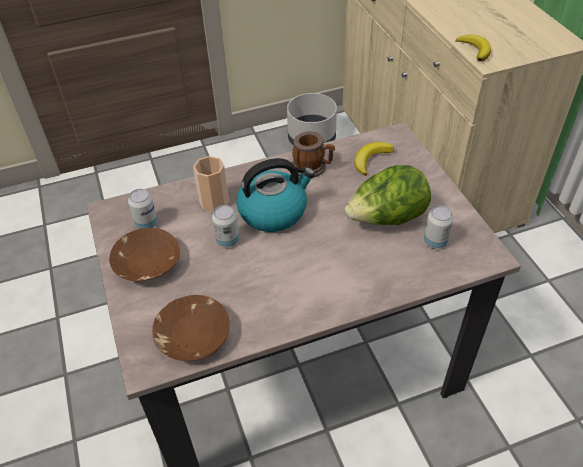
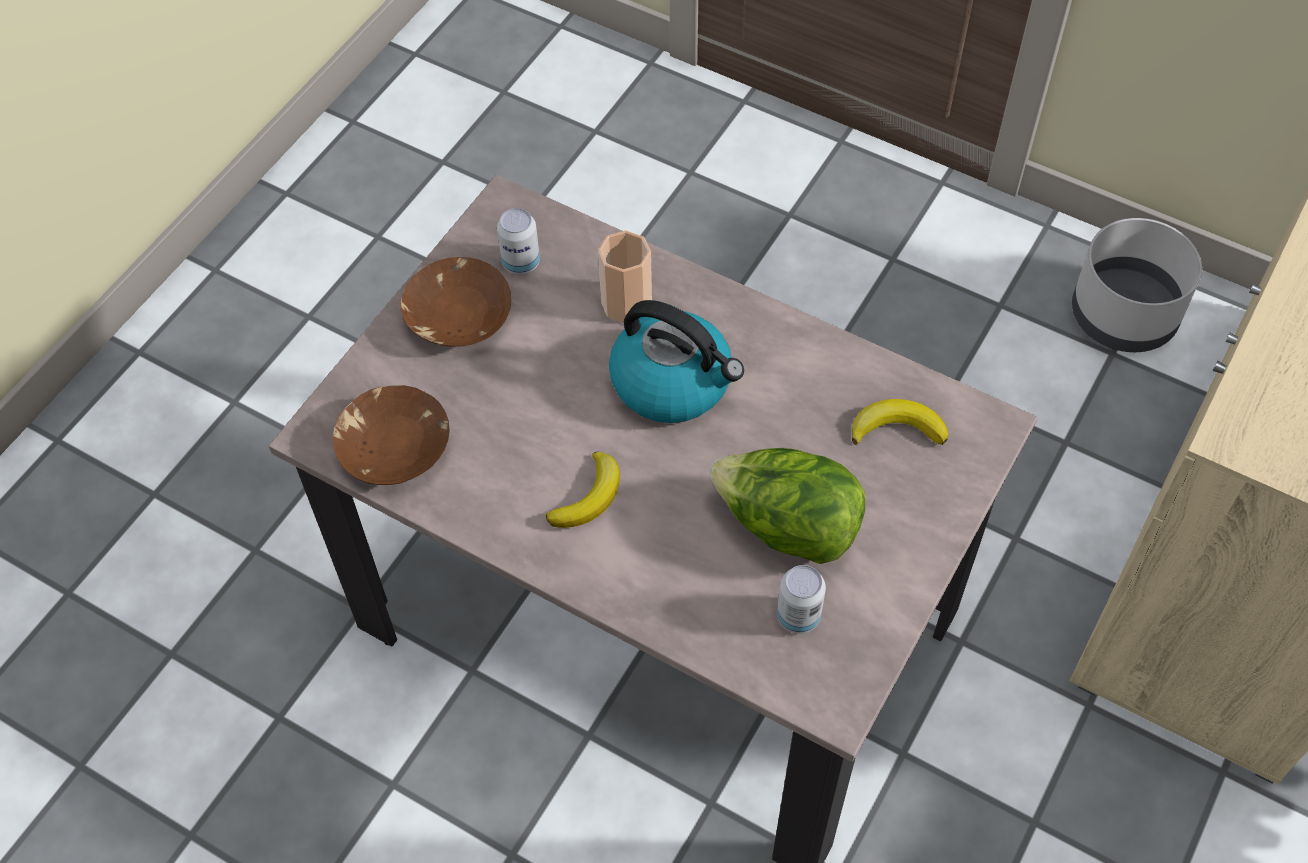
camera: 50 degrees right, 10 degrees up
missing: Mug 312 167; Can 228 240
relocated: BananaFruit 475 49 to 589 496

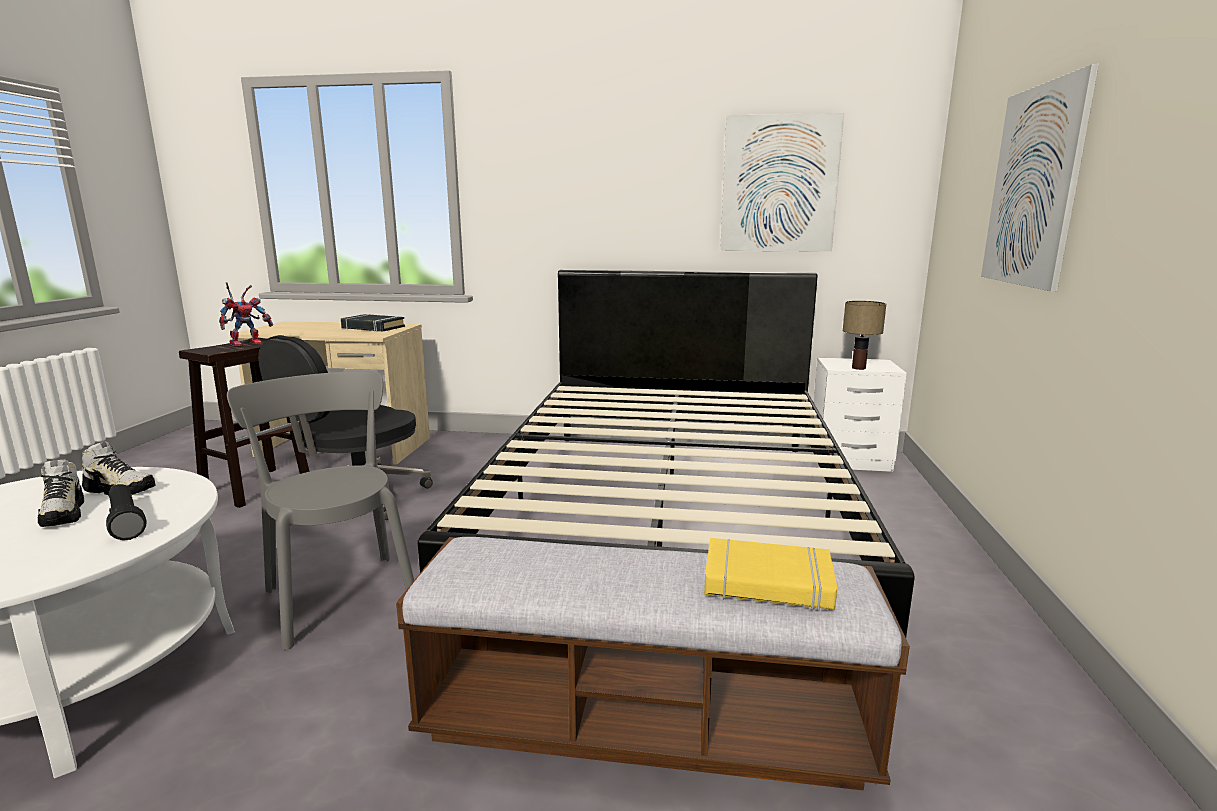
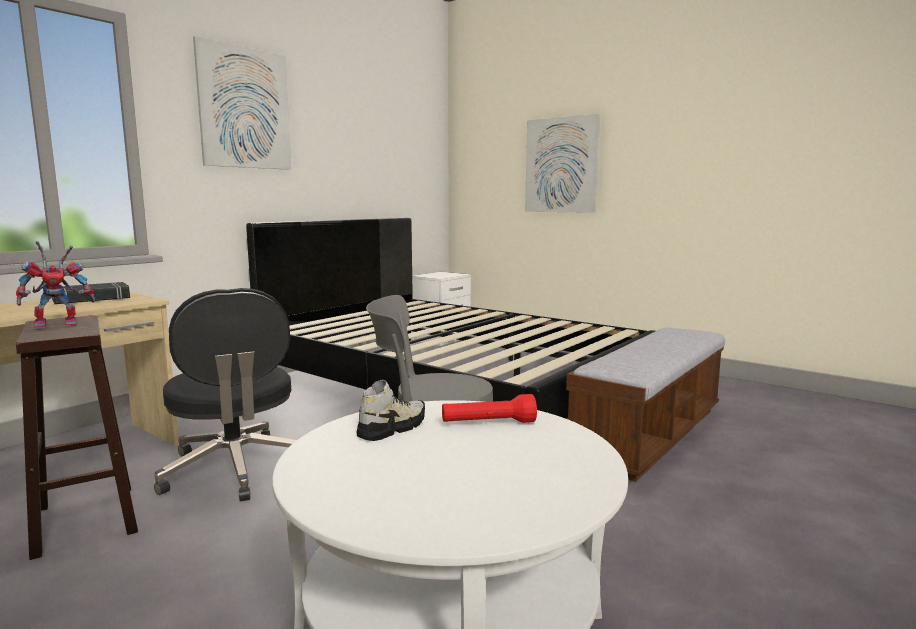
camera: 60 degrees left, 5 degrees down
missing: LampForATable 859 368; ItemOfFootwear 64 514; YellowColouredBoundBook 767 583
relocated: WallArt 779 184 to 245 108
colour: BlackColouredFlashlight 126 521 to RedColouredFlashlight 488 423
spun: RobotFigure 247 343 = 60 324 75 degrees clockwise

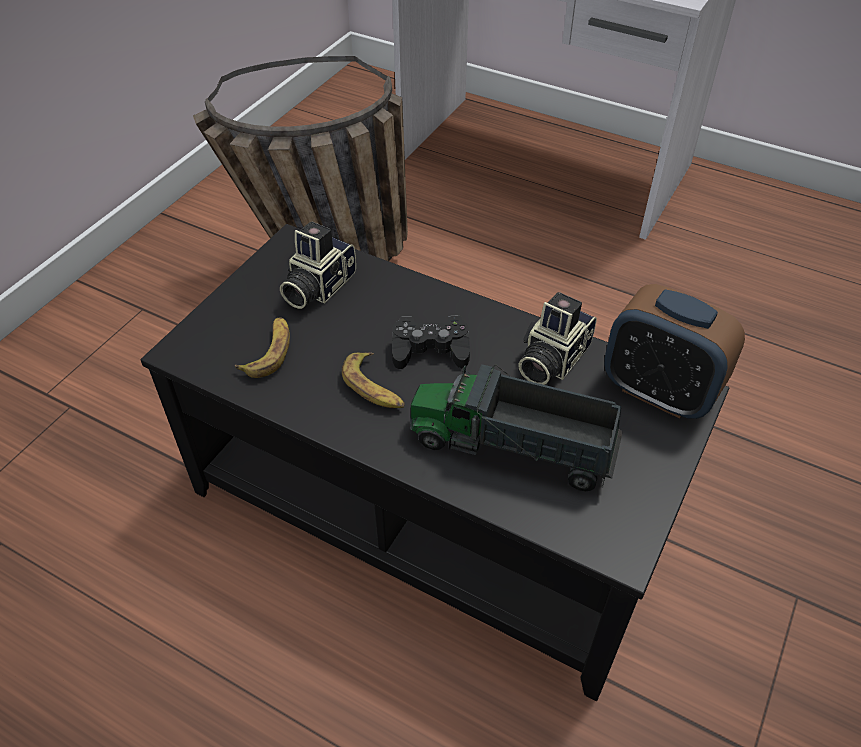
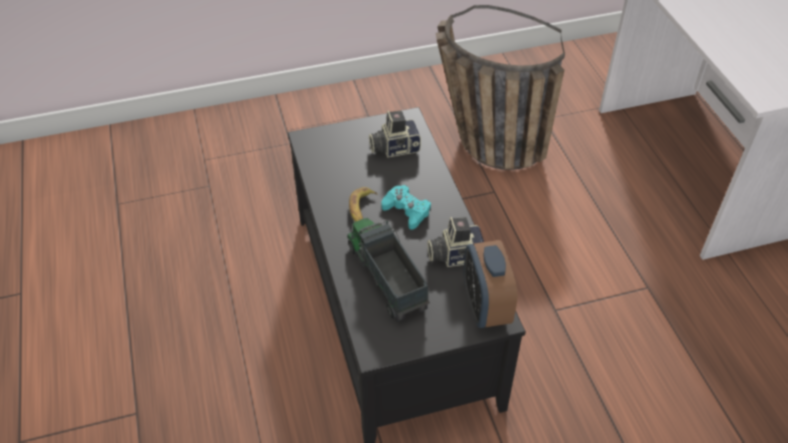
camera: 45 degrees right, 0 degrees up
missing: BananaFruit 269 352
colour: BlackColouredJoypad 430 349 to TurquoiseColouredJoypad 406 211

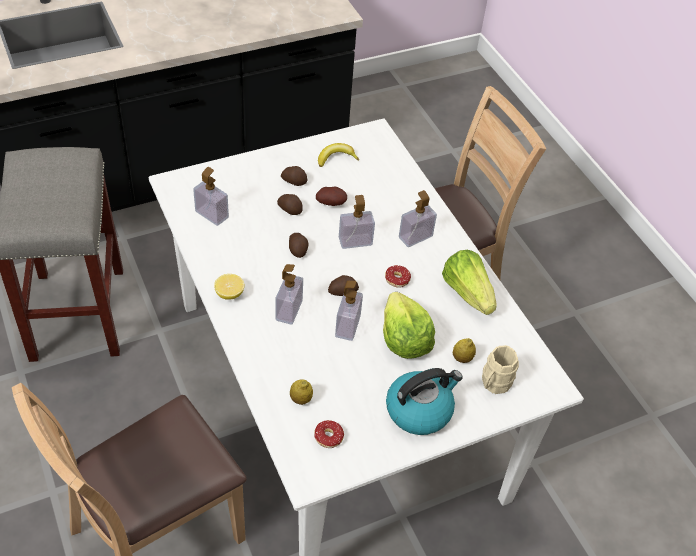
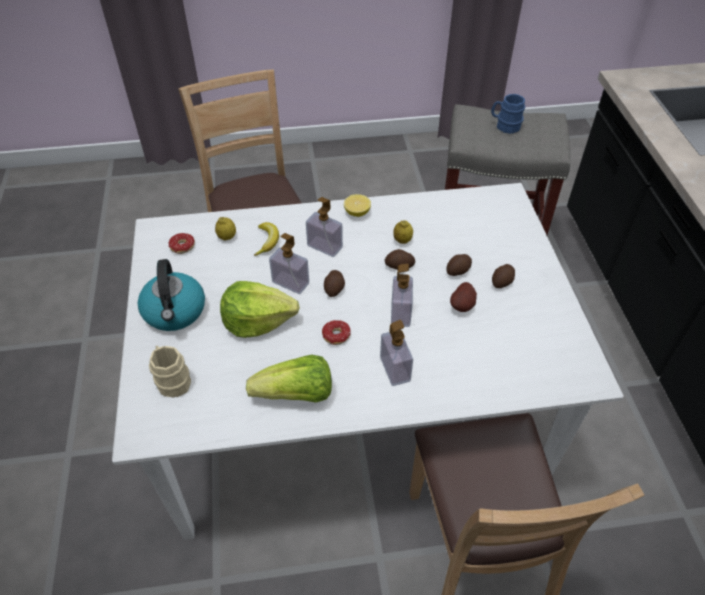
camera: 110 degrees right, 0 degrees up
missing: SoapDispenser 212 214
appeared: BlueMug 505 126
relocated: BananaFruit 336 158 to 267 241; Lemon 462 358 to 402 240

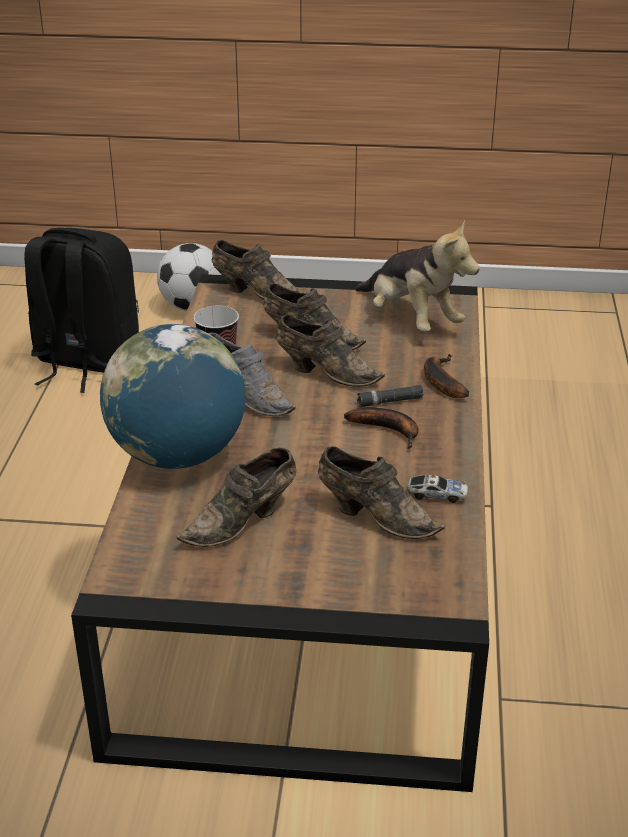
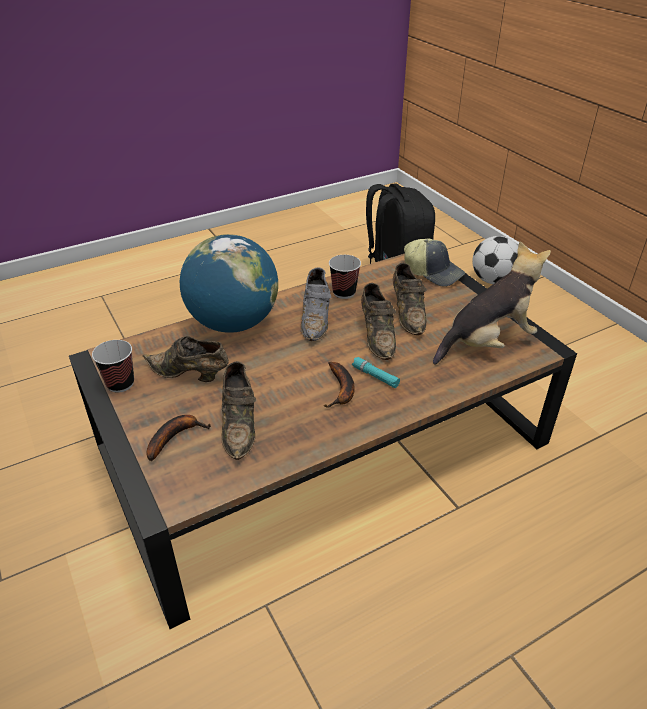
camera: 55 degrees right, 5 degrees up
missing: ModelCar 437 495
appeared: SmallCup 120 384
relocated: BananaFruit 440 381 to 175 437
exchanged: BrownItemOfFootwear 256 292 to BaseballCap 433 272
colour: BlackColouredFlashlight 390 401 to TurquoiseColouredFlashlight 375 376
spun: SoftToy 411 319 = 487 342 135 degrees counterclockwise

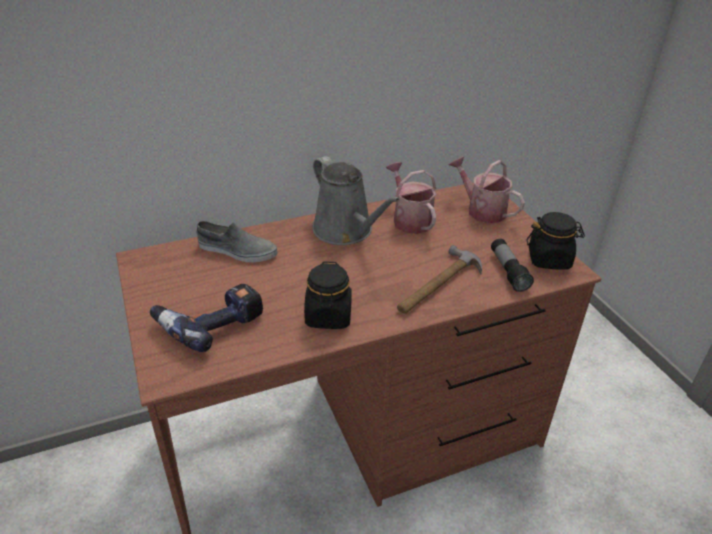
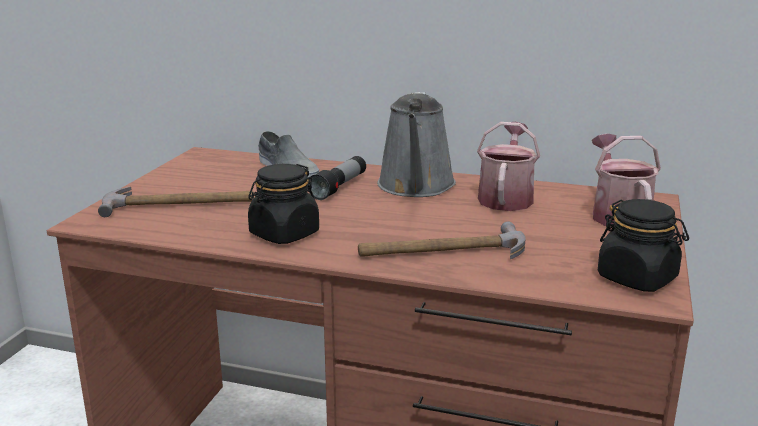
camera: 40 degrees right, 15 degrees down
relocated: Flashlight 508 271 to 339 187
exchanged: ElectricDrill 210 322 to HandHammer 180 204

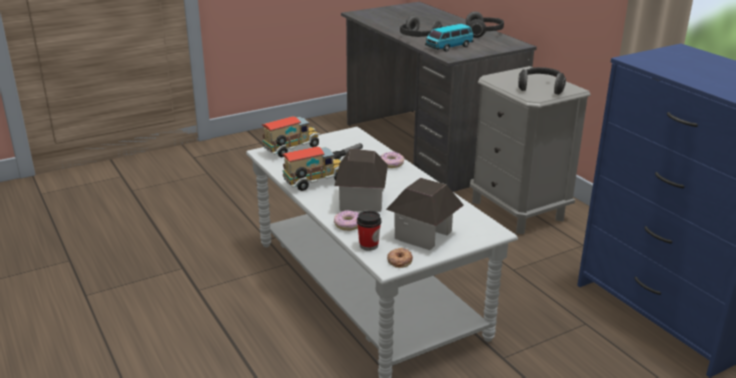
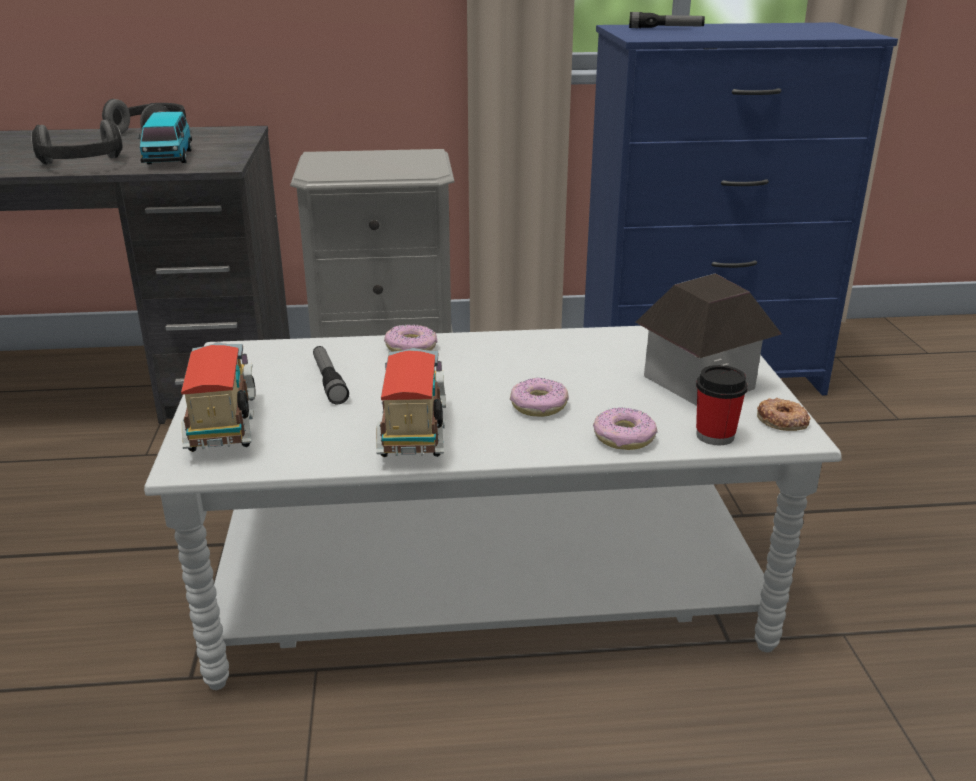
camera: 65 degrees left, 0 degrees up
missing: Headset 541 88
appeared: Flashlight 666 28
exchanged: ModelHouse 361 201 to Doughnut 538 406

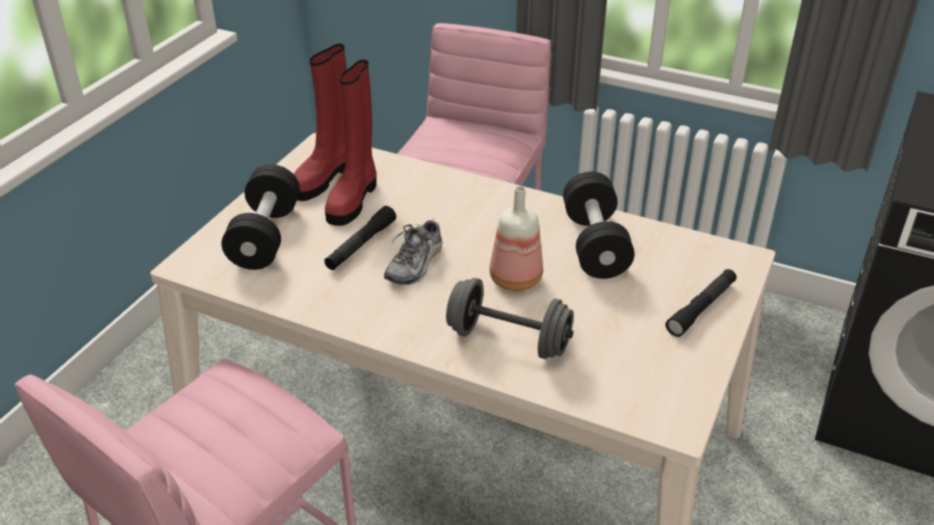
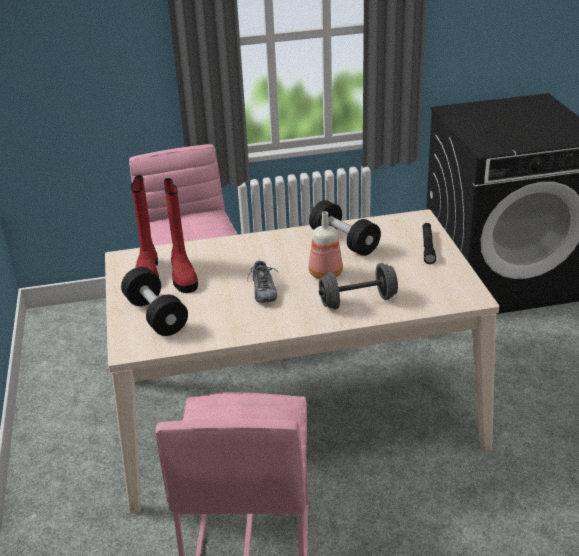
camera: 35 degrees left, 5 degrees down
missing: BlackColouredFlashlight 361 245

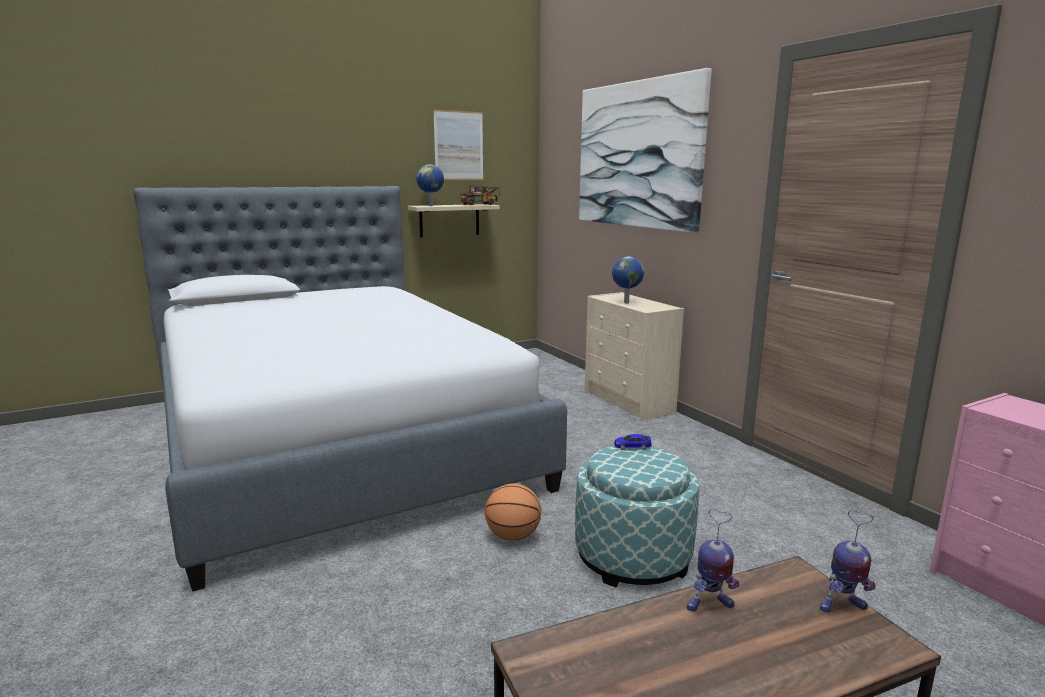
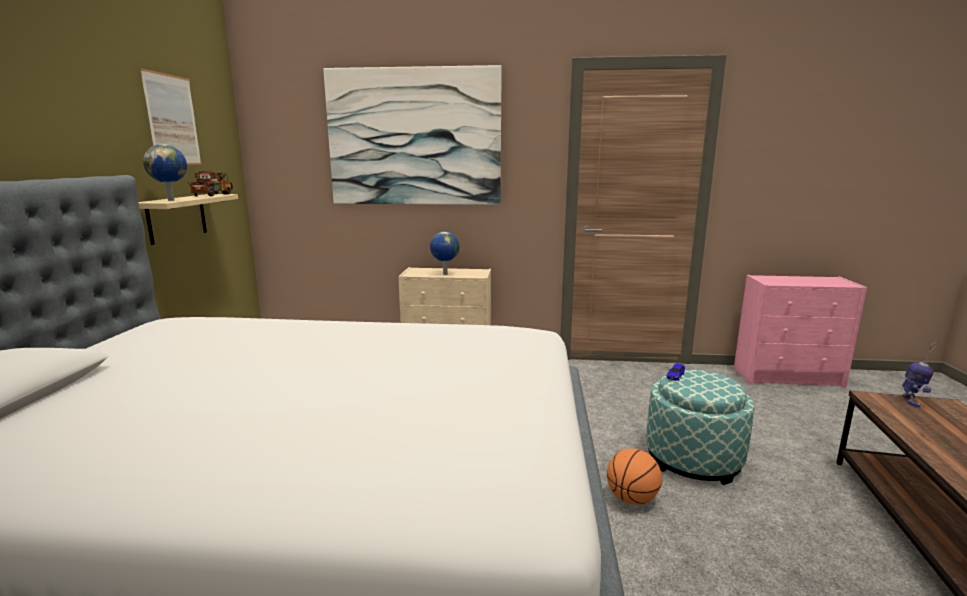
camera: 55 degrees left, 0 degrees up
missing: RobotFigure 709 605

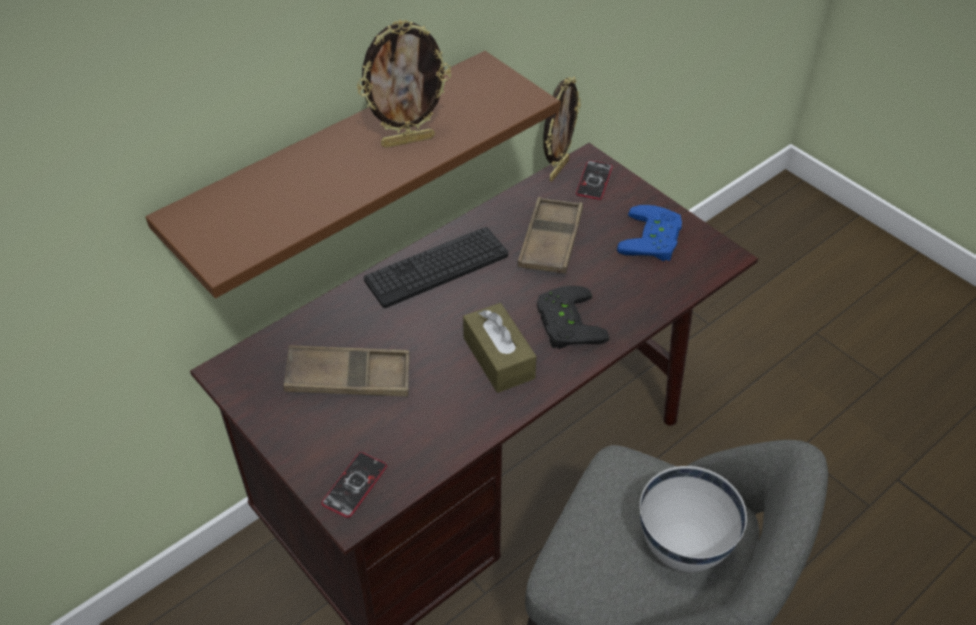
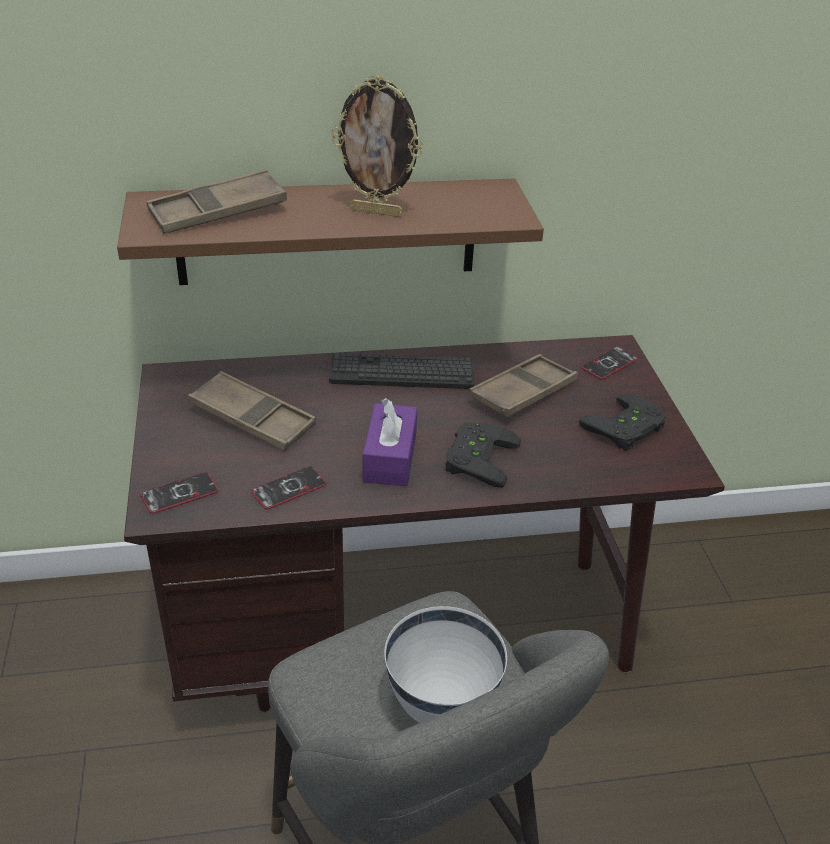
camera: 30 degrees right, 10 degrees down
missing: StandingFrame 557 169
appeared: BrownServingTray 218 212; Telephone 289 489
colour: BlueJoypad 654 239 to BlackColouredJoypad 627 429; BrownTissueHolder 498 358 to PurpleTissueHolder 390 458

